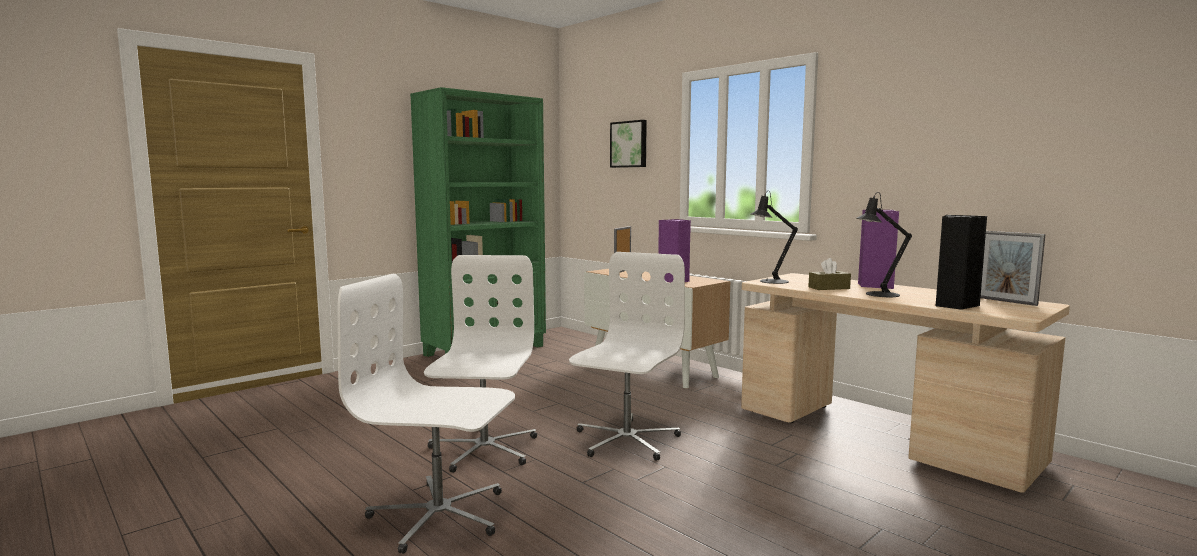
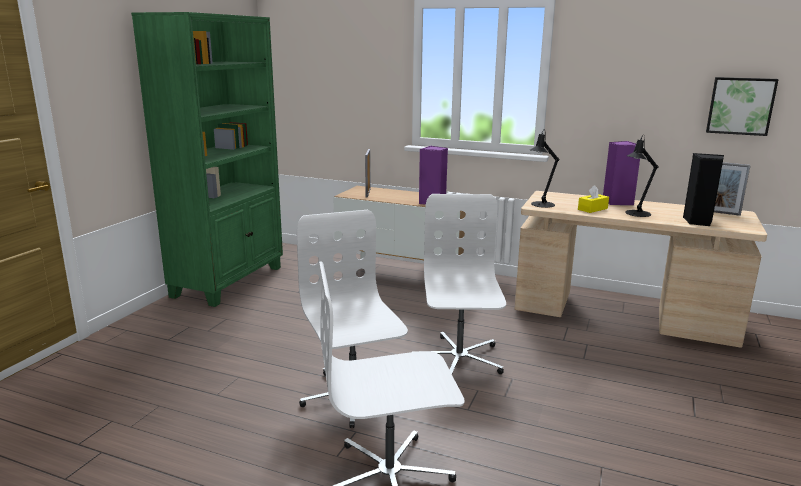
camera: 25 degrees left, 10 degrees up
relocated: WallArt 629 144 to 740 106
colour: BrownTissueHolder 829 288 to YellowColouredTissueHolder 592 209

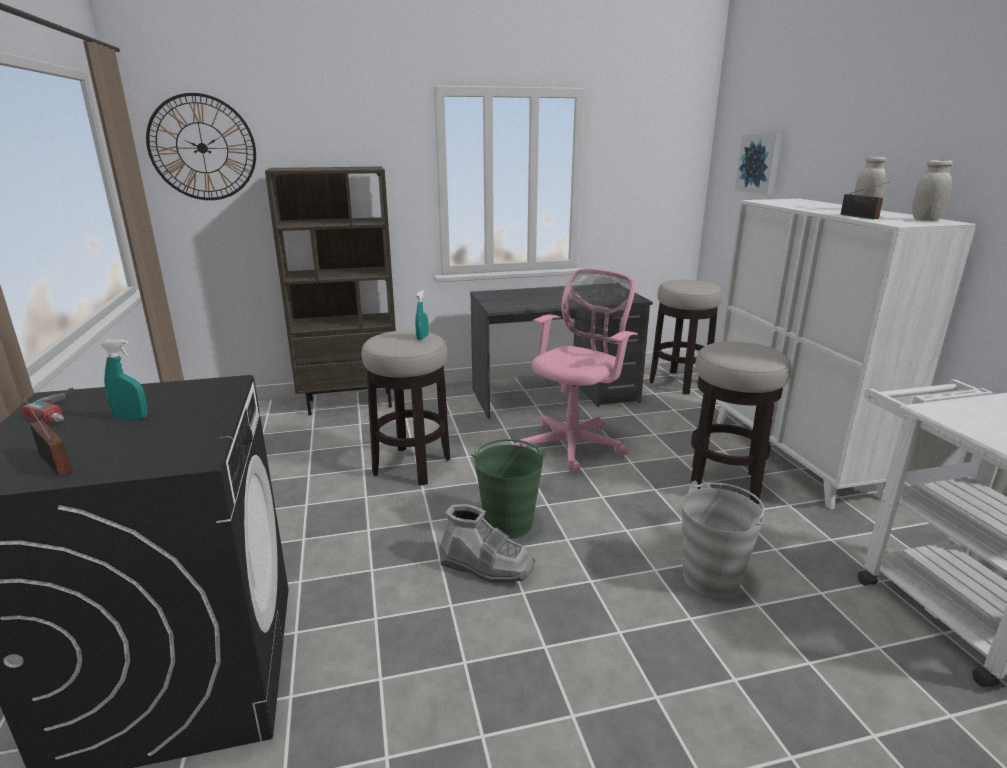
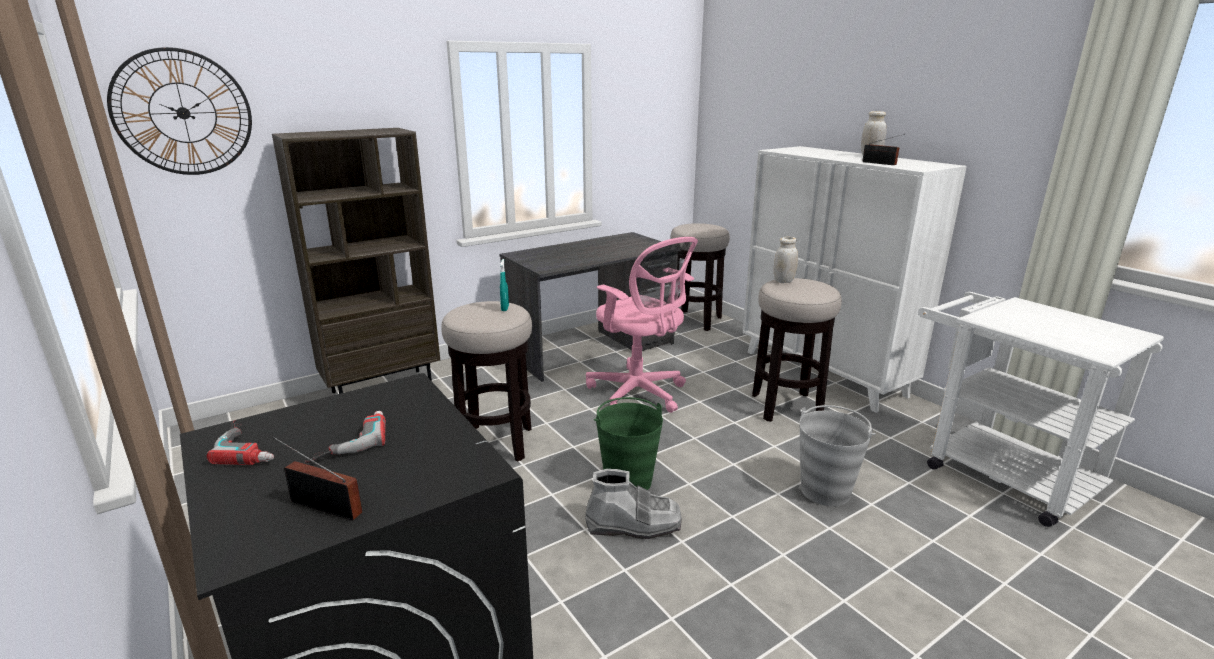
camera: 20 degrees left, 0 degrees up
missing: WallArt 760 163
relocated: WhitePreserveJar 926 220 to 784 281
exchanged: TurquoiseColouredHandSprayer 131 418 to ElectricDrill 348 441
spun: PinkishOfficeChair 574 445 = 639 394 120 degrees clockwise

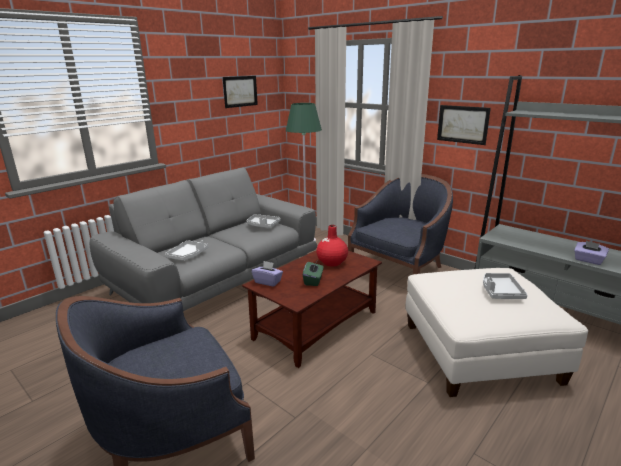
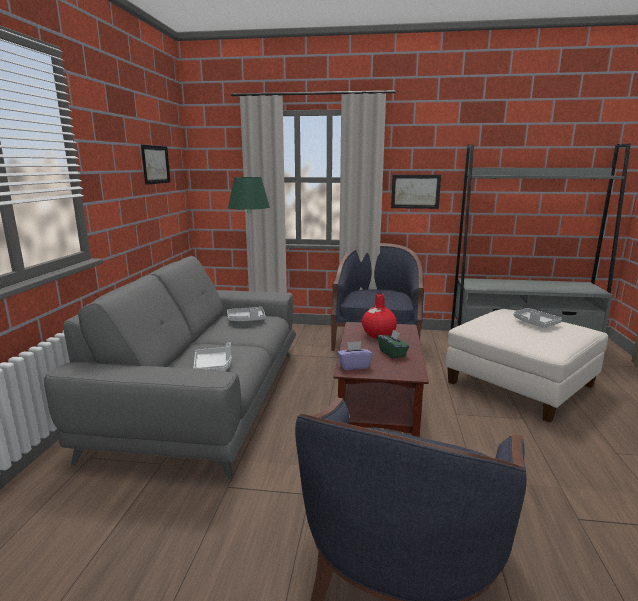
camera: 35 degrees left, 5 degrees down
missing: PurpleTissueHolder 588 260

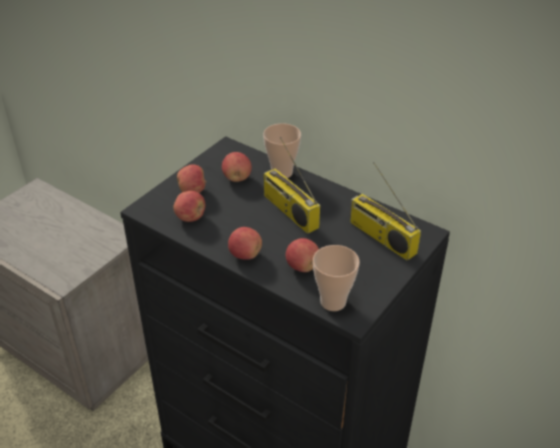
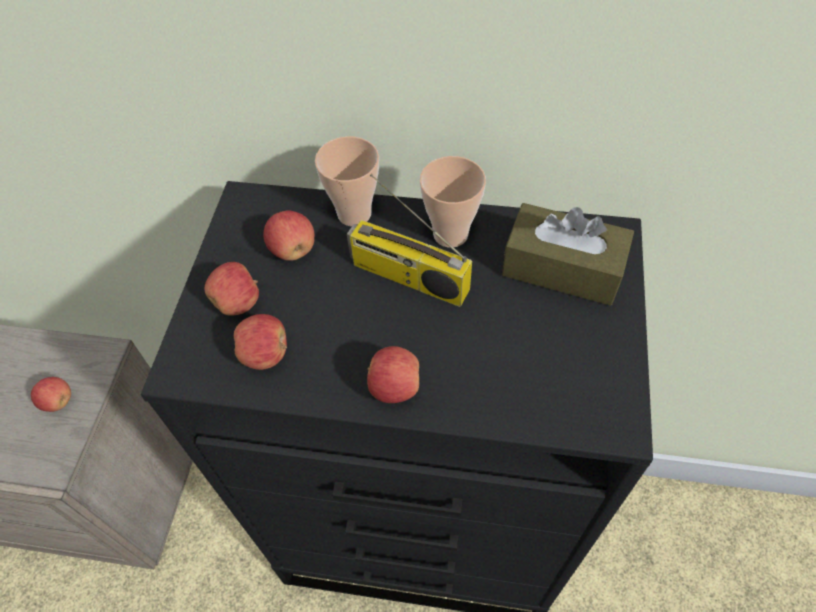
camera: 25 degrees left, 15 degrees up
relocated: Apple 302 266 to 58 401; SmallCup 333 302 to 450 234
exchanged: Radio 380 237 to BrownTissueHolder 562 268

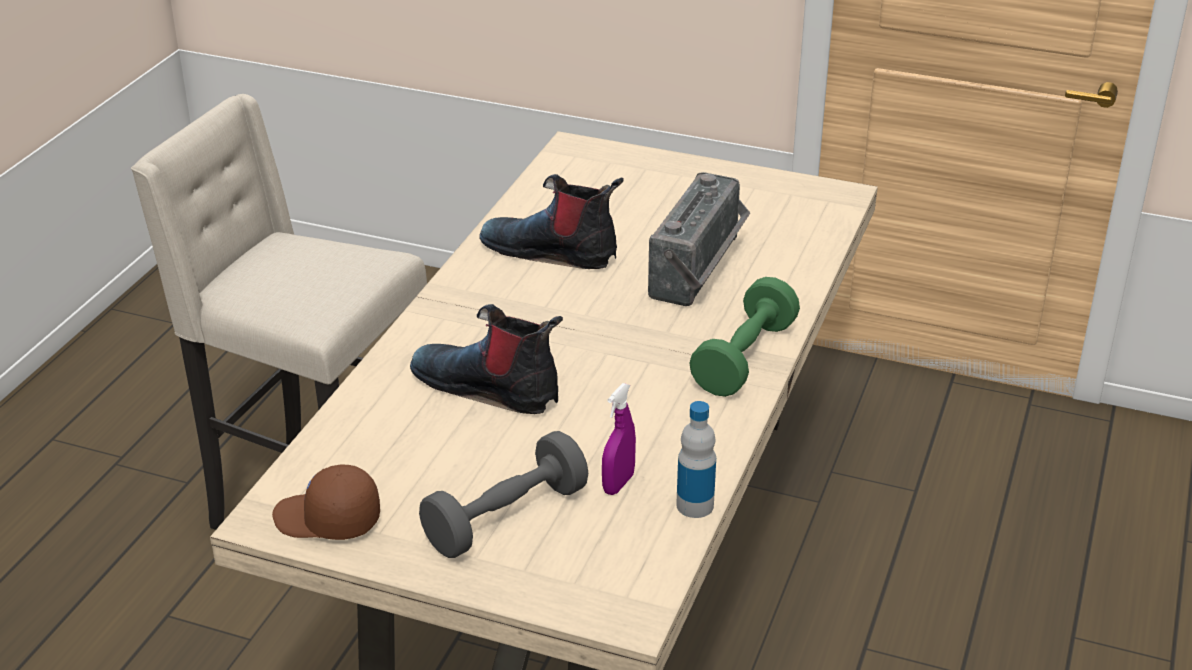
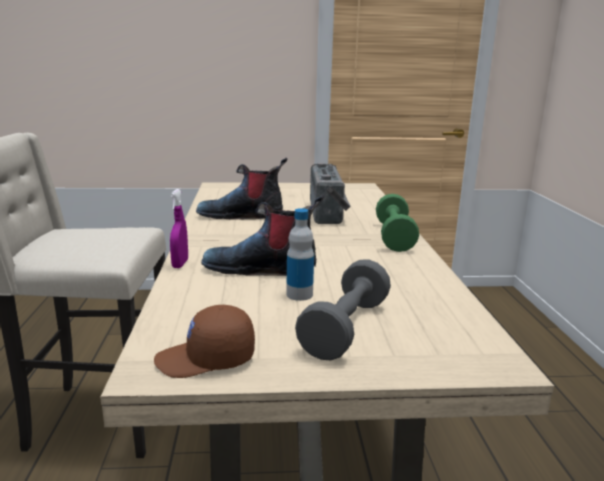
camera: 25 degrees left, 15 degrees down
relocated: PurpleHandSprayer 618 484 to 180 264; Bottle 695 505 to 299 294

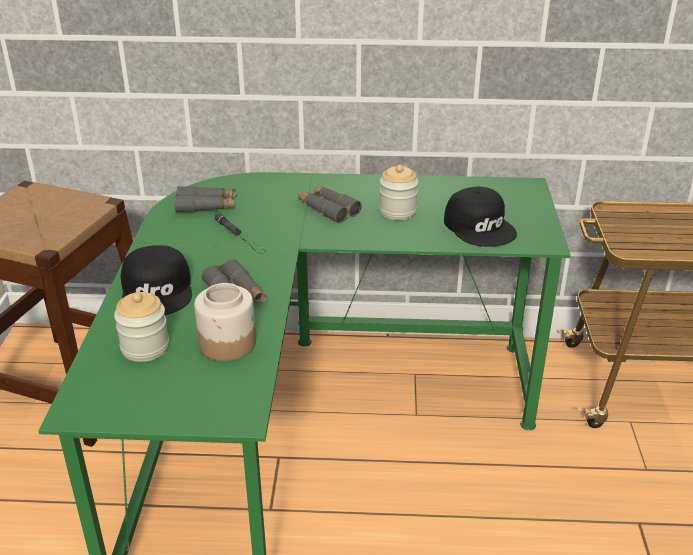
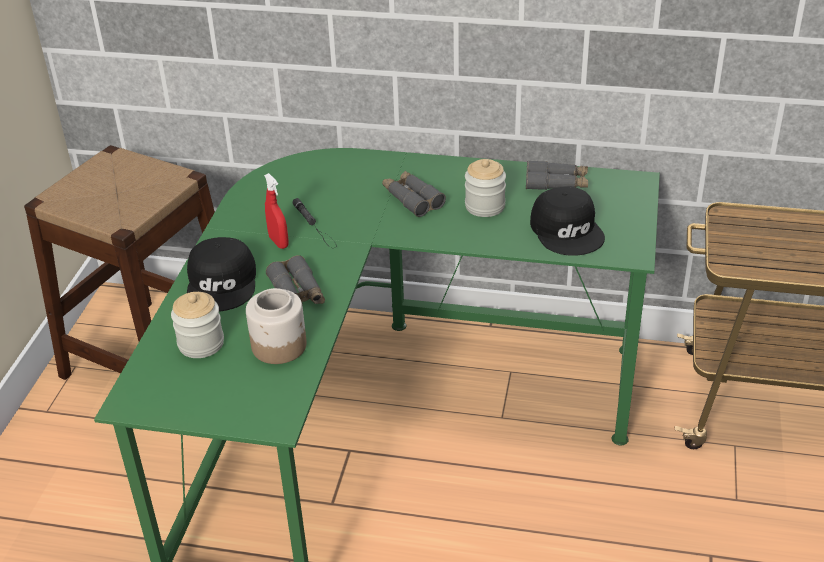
camera: 10 degrees right, 5 degrees up
appeared: RedColouredHandSprayer 278 242
relocated: GrayBinoculars 206 206 to 556 183

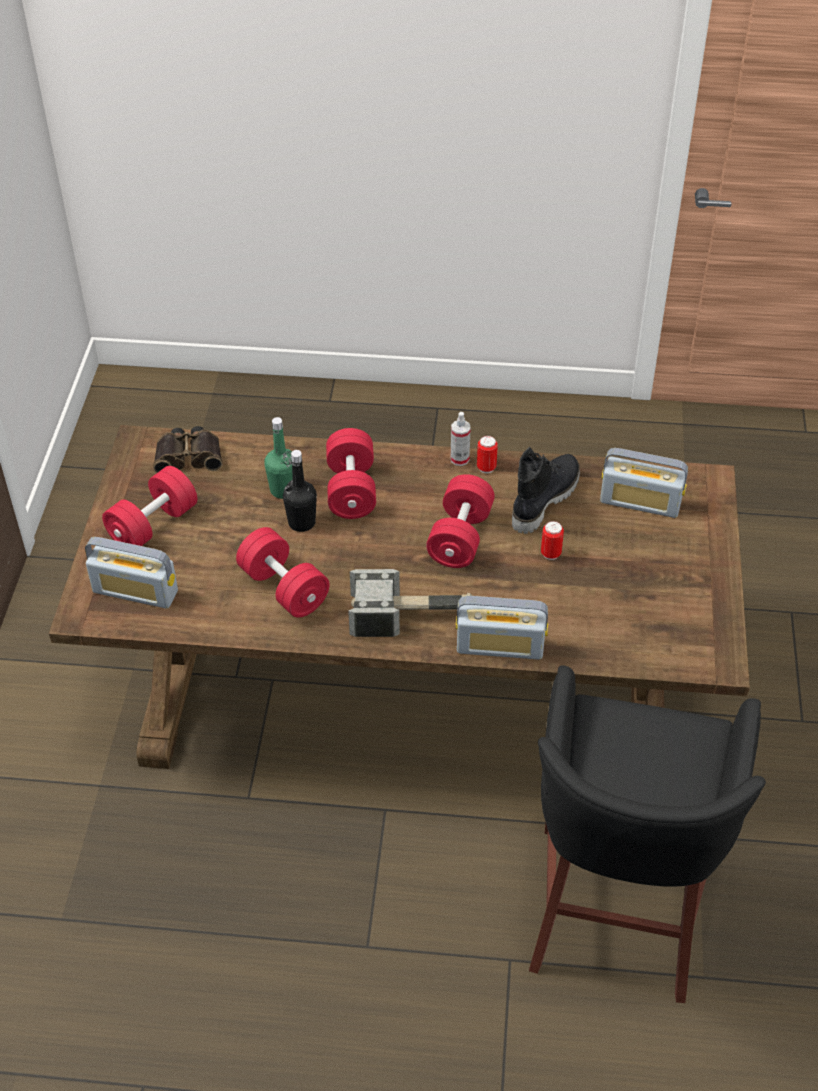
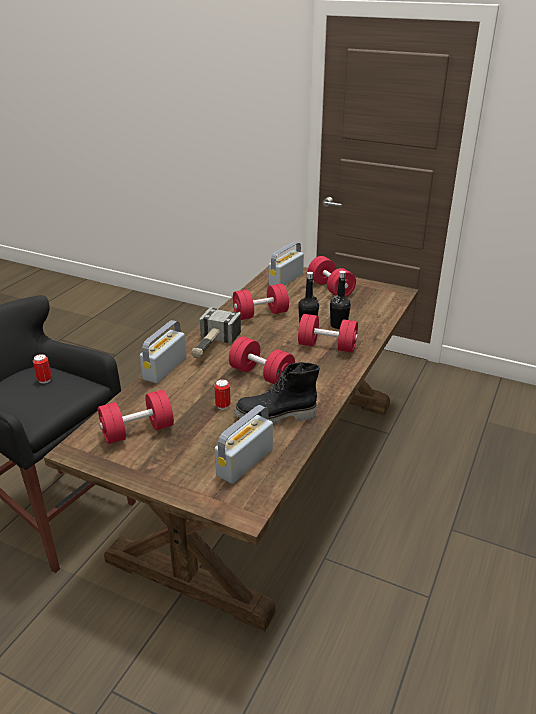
camera: 110 degrees right, 15 degrees down
missing: HandSprayer 459 459; Binoculars 189 456
appeared: RedColouredDumbbell 137 431
relocated: Can 486 468 to 44 380
colour: GreenBottle 283 490 to BlackColouredBottle 338 325
spun: BlackColouredBoot 543 499 = 275 416 120 degrees clockwise

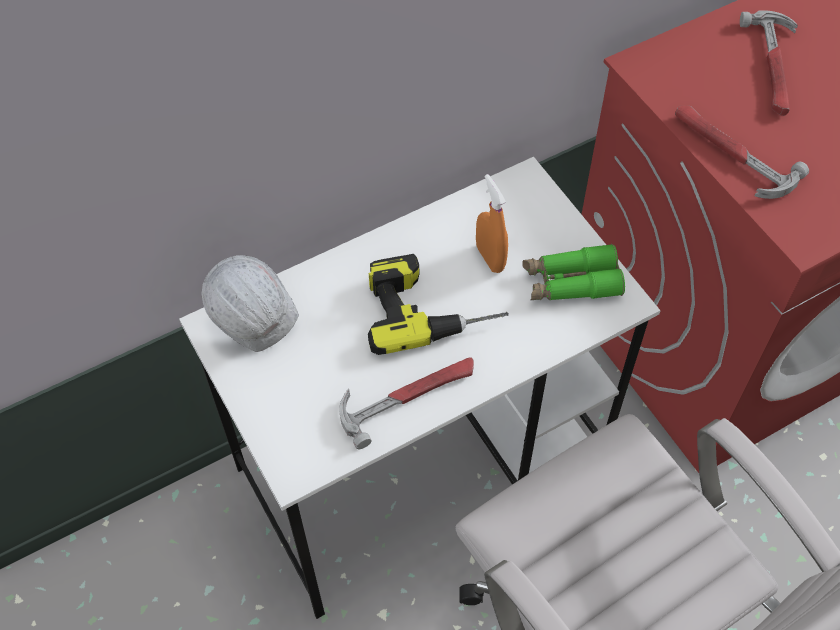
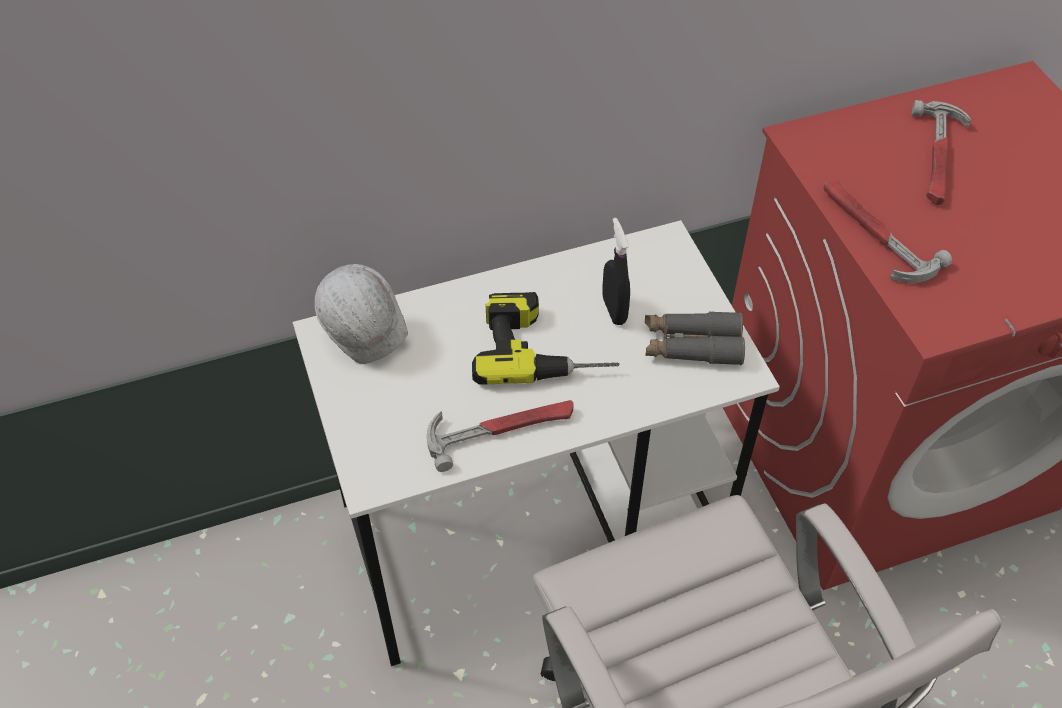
camera: 10 degrees right, 5 degrees down
colour: OrangeHandSprayer 490 258 to BlackColouredHandSprayer 614 310; GreenBinoculars 571 282 to GrayBinoculars 692 345

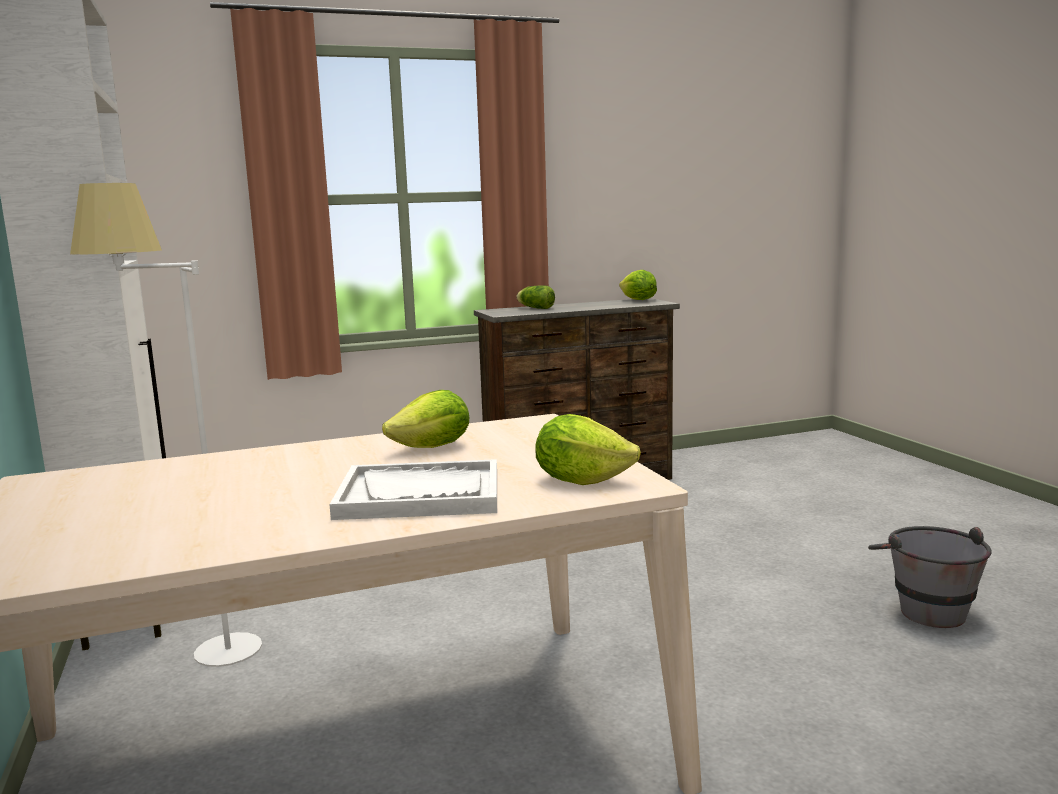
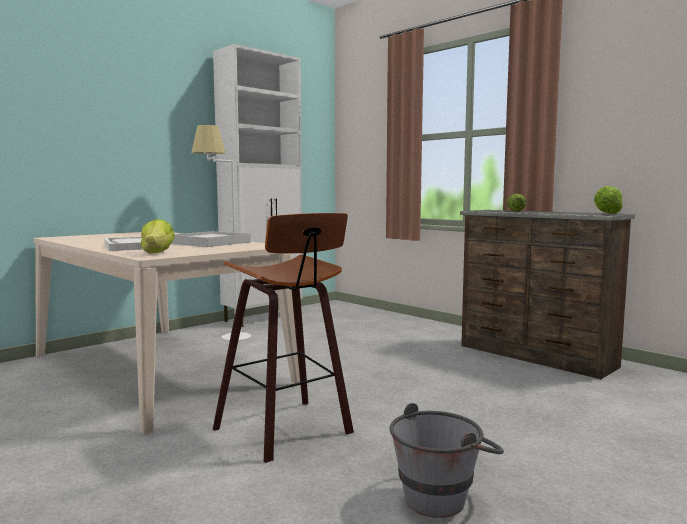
camera: 65 degrees right, 5 degrees down
appeared: Stool 288 431
exchanged: LettuceHead 433 448 to WhiteServingTray 210 243

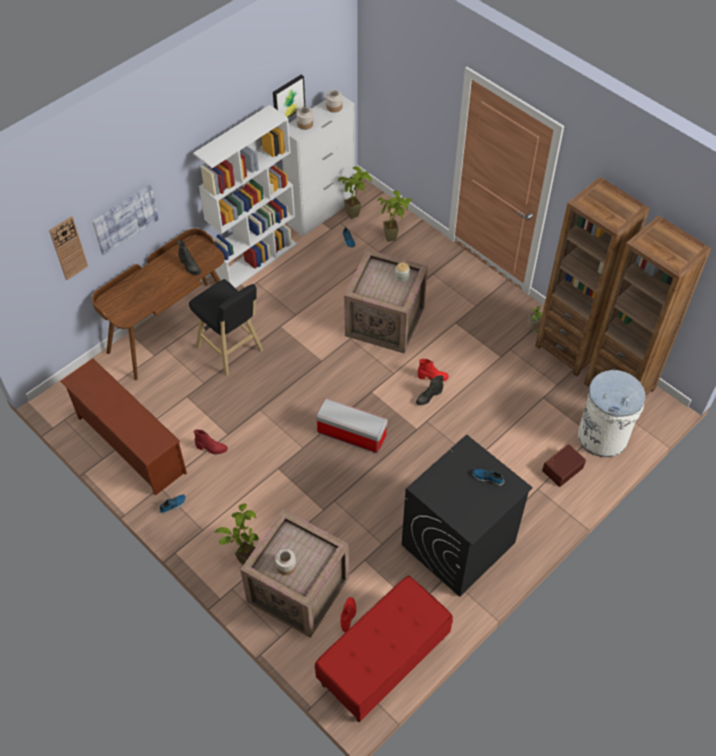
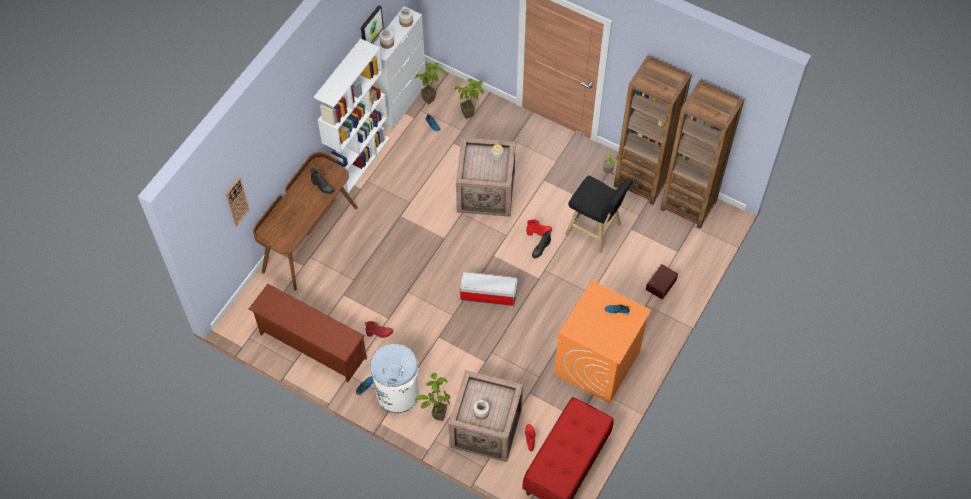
camera: 15 degrees left, 5 degrees up
missing: WallArt 125 219
relocated: BlackColouredStool 231 350 to 595 231; WhiteTrashCan 603 436 to 398 393
colour: BlackColouredLaundryMachine 458 544 to OrangeLaundryMachine 597 363

